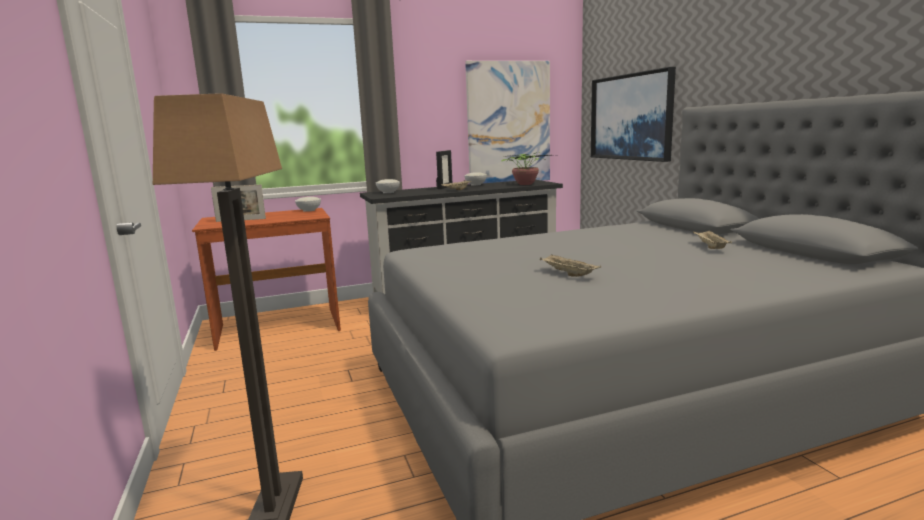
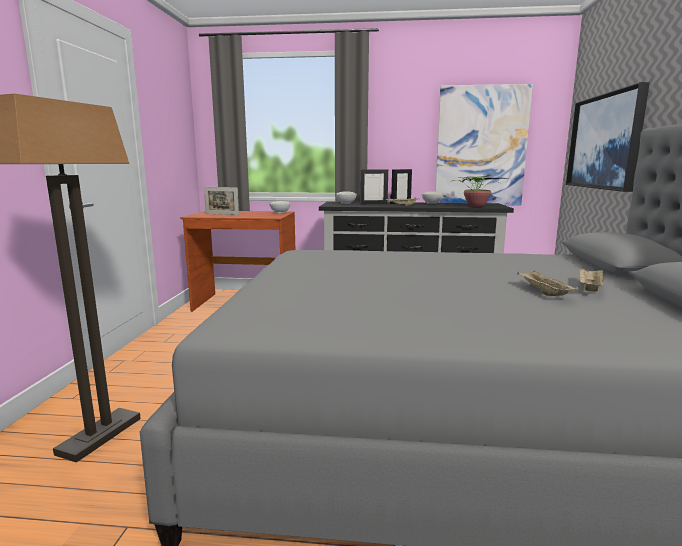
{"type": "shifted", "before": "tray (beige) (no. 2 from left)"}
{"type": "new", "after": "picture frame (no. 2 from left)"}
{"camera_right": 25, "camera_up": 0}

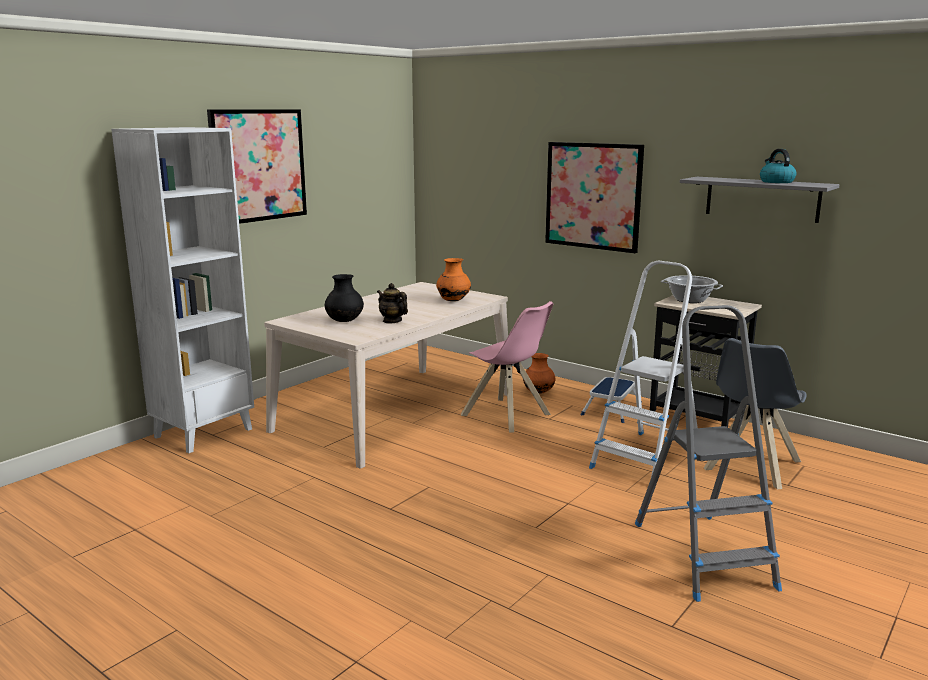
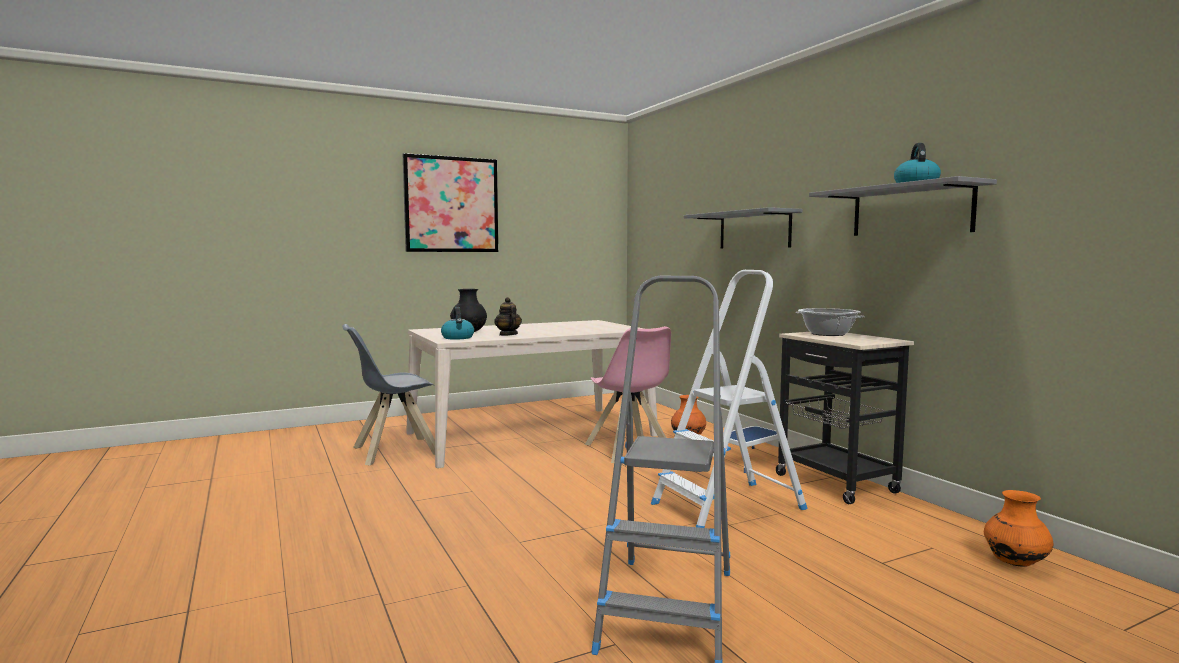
{"type": "gone", "before": "bookcase (white)"}
{"type": "shifted", "before": "vase (orange) (no. 1 from left in the first image)", "after": "vase (orange) (no. 2 from left)"}
{"type": "swapped", "before": "picture (no. 2 from left)", "after": "shelf (grey) (no. 1 from left)"}
{"type": "shifted", "before": "chair (grey)"}
{"type": "new", "after": "kettle (no. 1 from left)"}
{"camera_right": 25, "camera_up": -10}

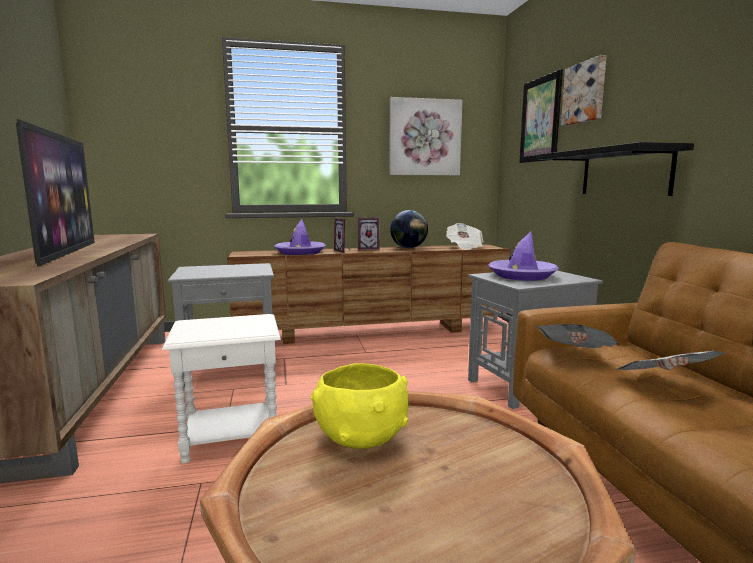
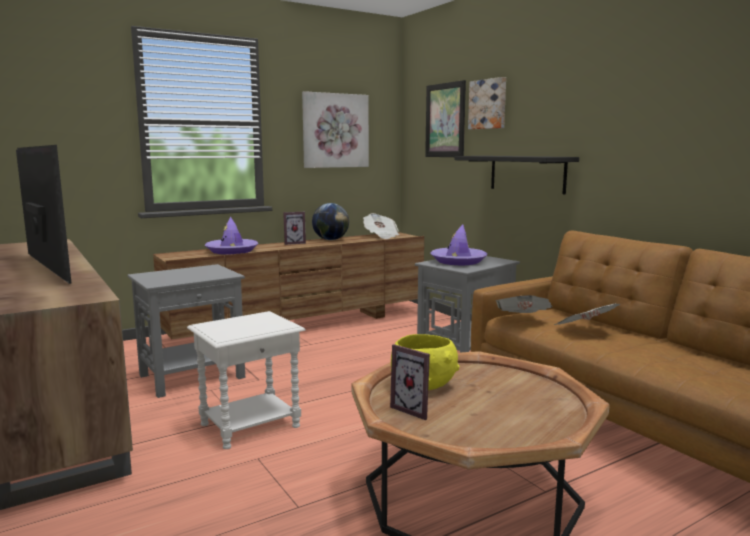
{"type": "shifted", "before": "picture frame (no. 1 from left in the first image)", "after": "picture frame (no. 2 from left)"}
{"camera_right": -20, "camera_up": 0}

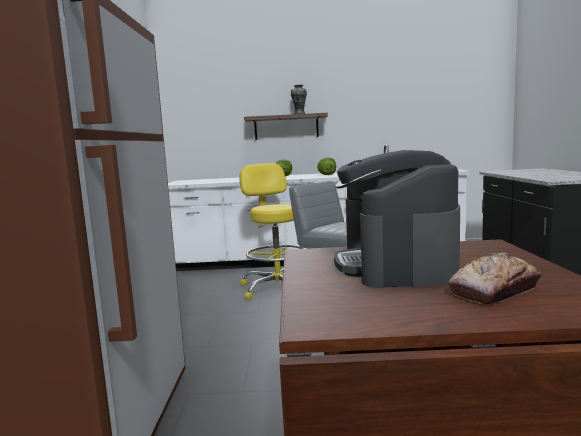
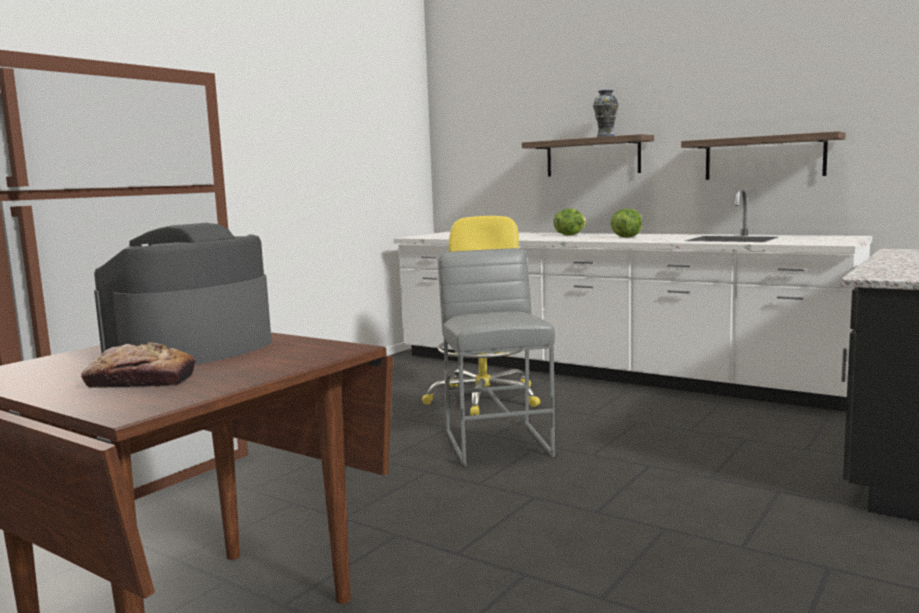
{"type": "new", "after": "shelf (no. 2 from left)"}
{"camera_right": 35, "camera_up": 0}

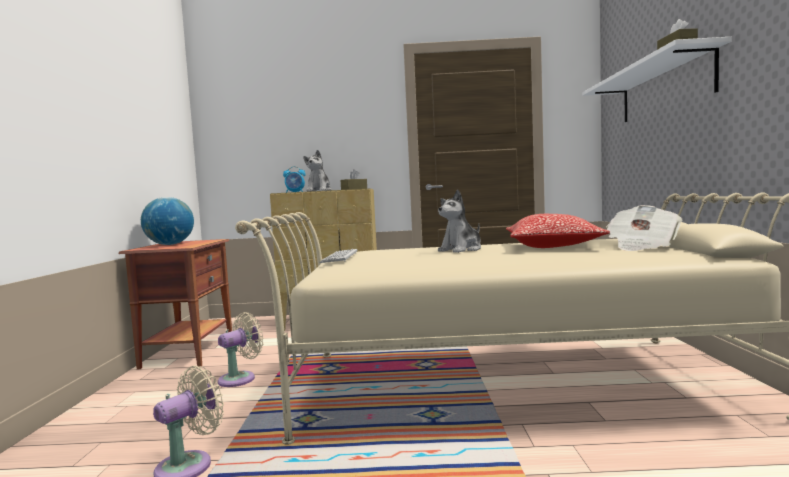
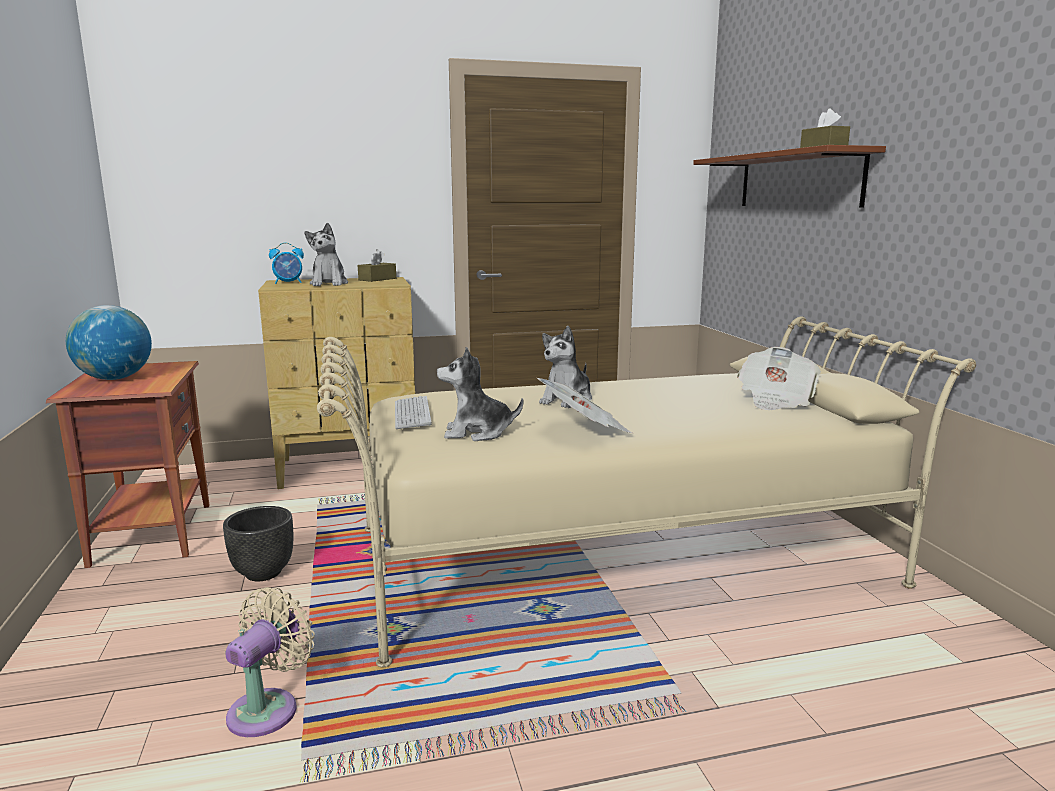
{"type": "swapped", "before": "fan (beige) (no. 2 from left)", "after": "planter (black)"}
{"type": "gone", "before": "pillow"}
{"type": "repainted", "before": "shelf (white)", "after": "shelf (brown)"}
{"type": "new", "after": "plush toy (no. 2 from left)"}
{"type": "new", "after": "newspaper (no. 1 from left)"}
{"camera_right": -15, "camera_up": 10}

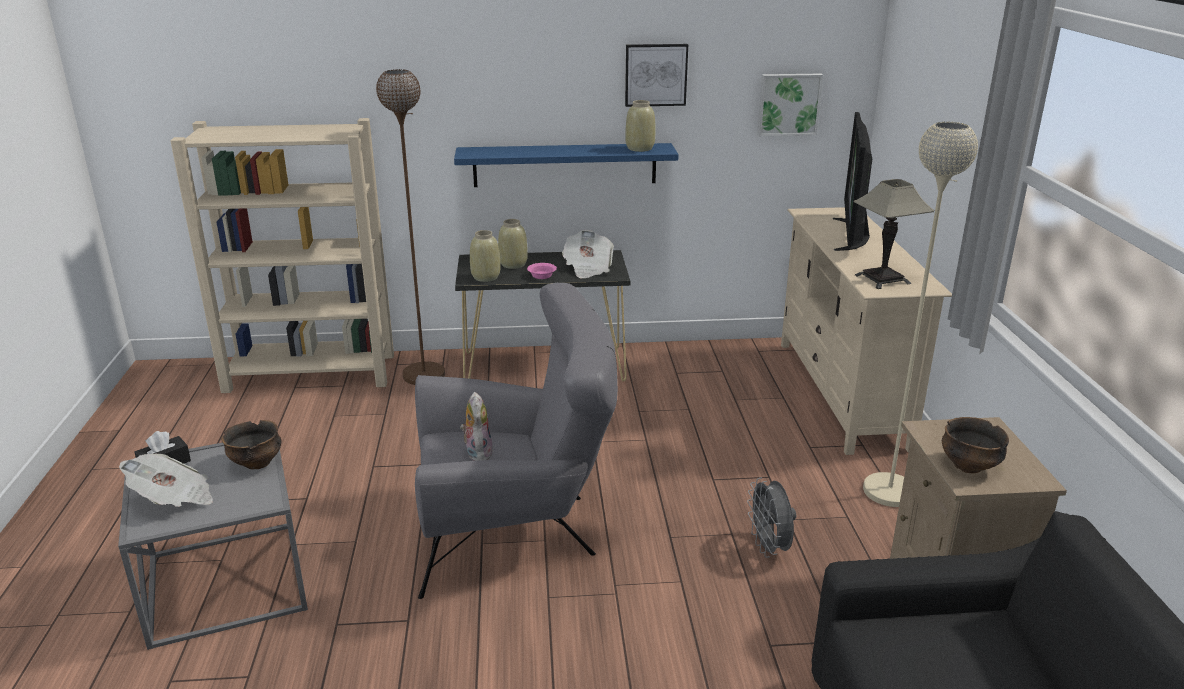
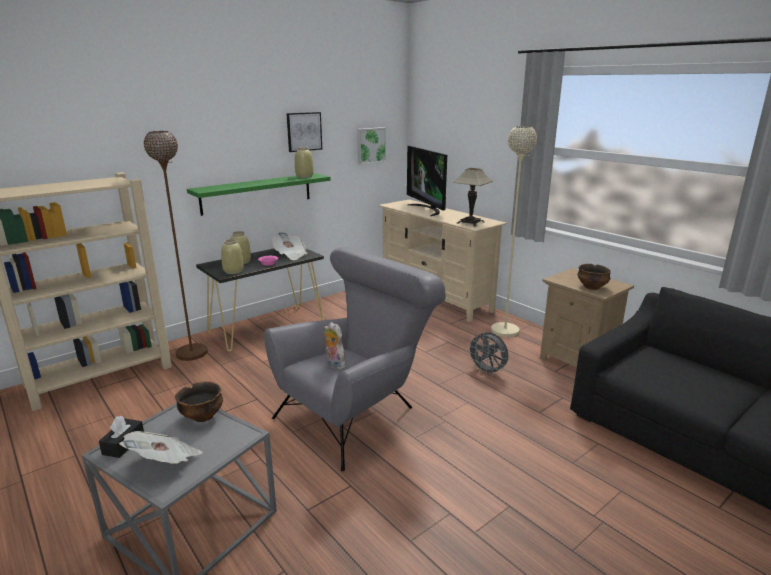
{"type": "repainted", "before": "shelf (blue)", "after": "shelf (green)"}
{"camera_right": -35, "camera_up": -5}

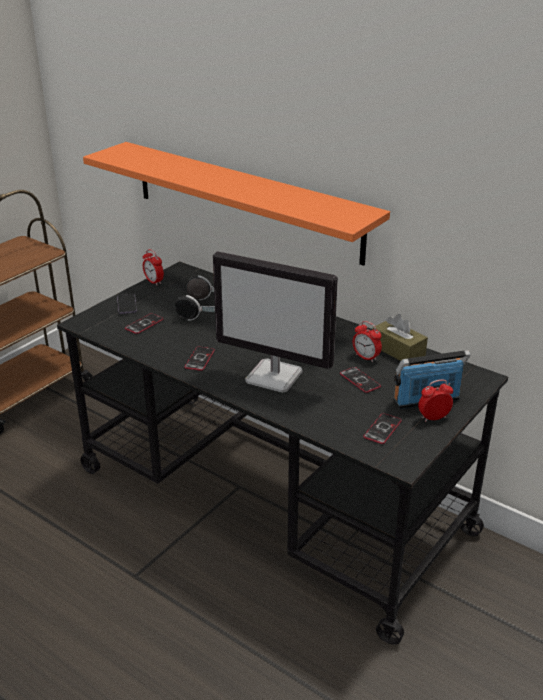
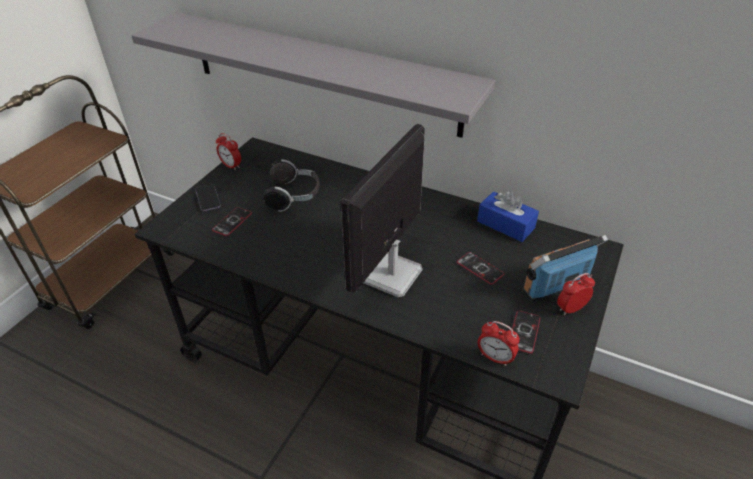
{"type": "repainted", "before": "shelf (orange)", "after": "shelf (grey)"}
{"type": "gone", "before": "phone (no. 3 from left)"}
{"type": "rotated", "before": "monitor", "turn": 105}
{"type": "shifted", "before": "alarm clock (no. 2 from left)"}
{"type": "repainted", "before": "tissue box (brown)", "after": "tissue box (blue)"}
{"camera_right": -10, "camera_up": 10}

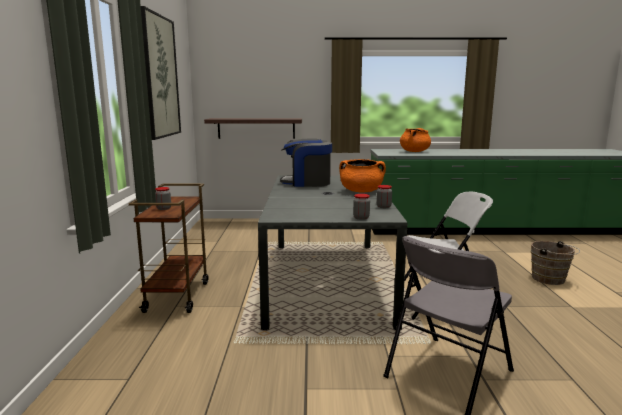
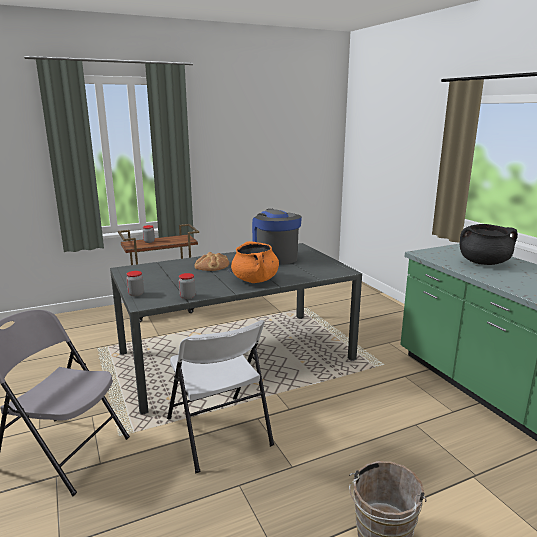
{"type": "gone", "before": "picture"}
{"type": "gone", "before": "shelf"}
{"type": "repainted", "before": "cooking pot (orange) (no. 2 from left)", "after": "cooking pot (black)"}
{"type": "new", "after": "bread"}
{"camera_right": 65, "camera_up": 5}

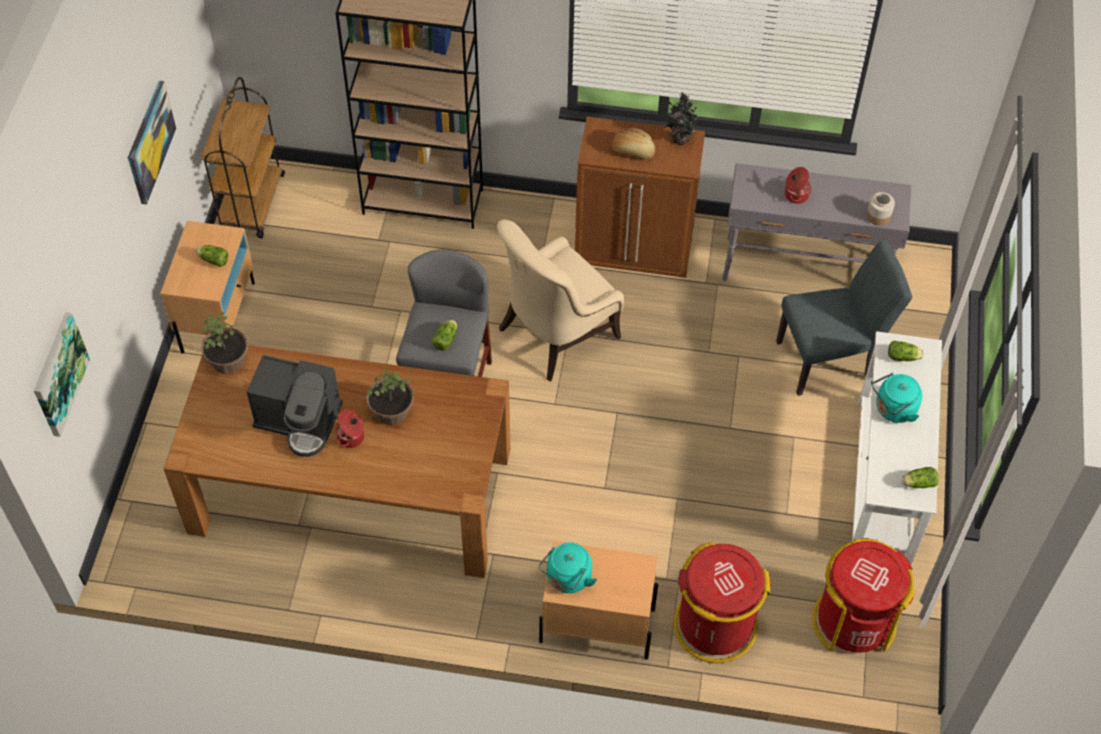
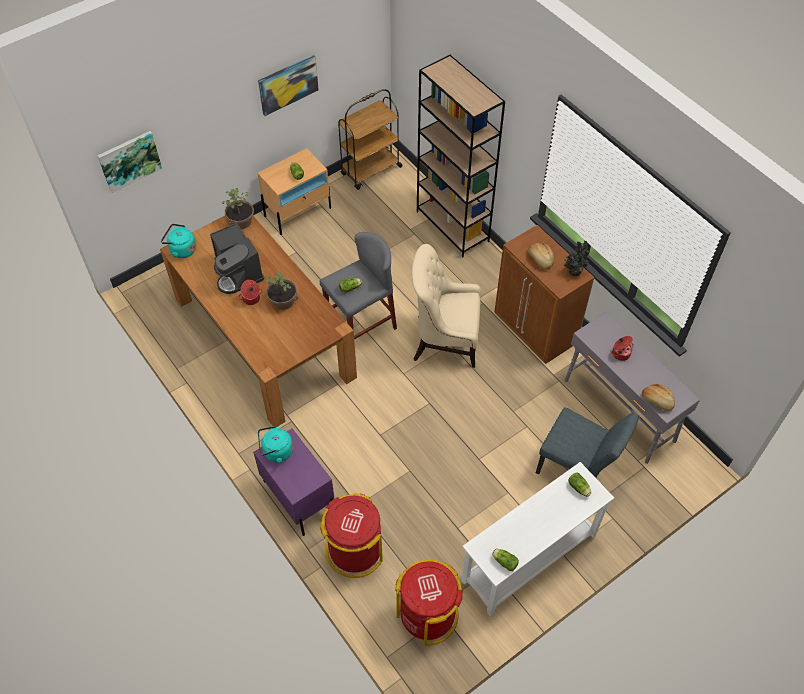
{"type": "repainted", "before": "nightstand (beige) (no. 2 from left)", "after": "nightstand (purple)"}
{"type": "swapped", "before": "jar", "after": "bread (no. 2 from left)"}
{"type": "shifted", "before": "kettle (turquoise) (no. 2 from left in the first image)", "after": "kettle (turquoise) (no. 1 from left)"}
{"camera_right": 45, "camera_up": 0}

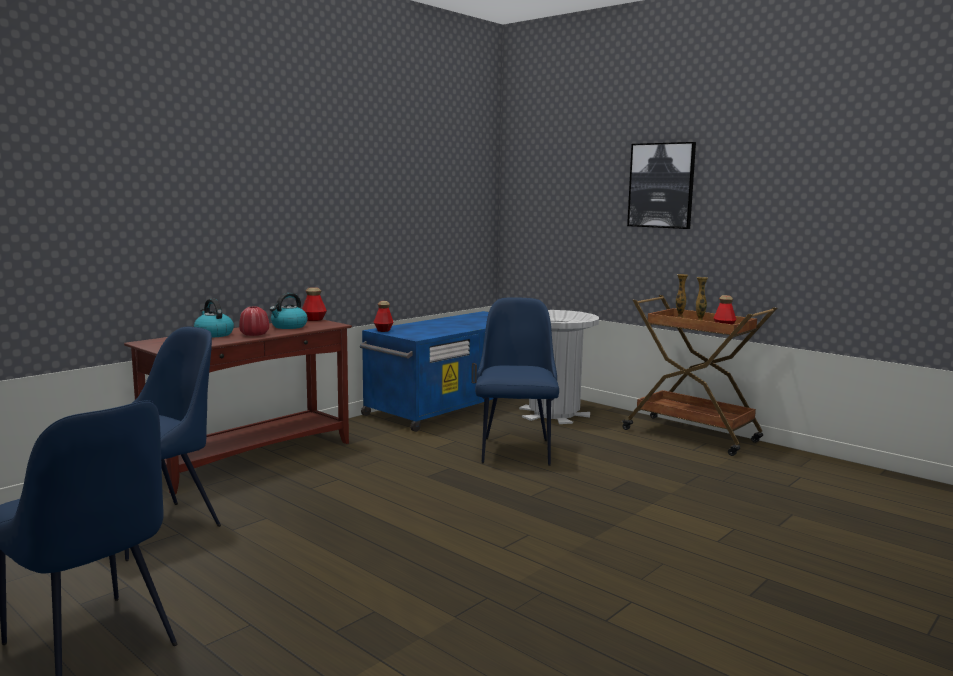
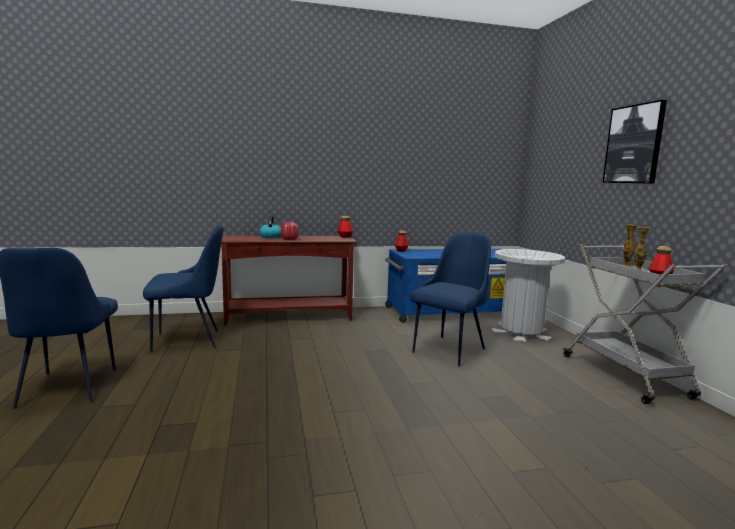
{"type": "gone", "before": "kettle (no. 2 from left)"}
{"type": "repainted", "before": "cart (brown)", "after": "cart (grey)"}
{"camera_right": 35, "camera_up": 0}

